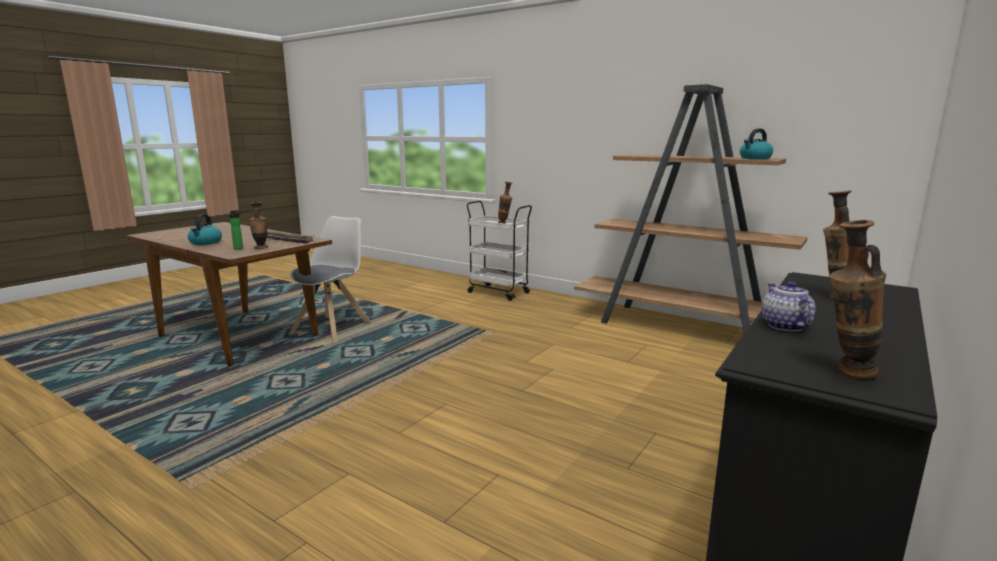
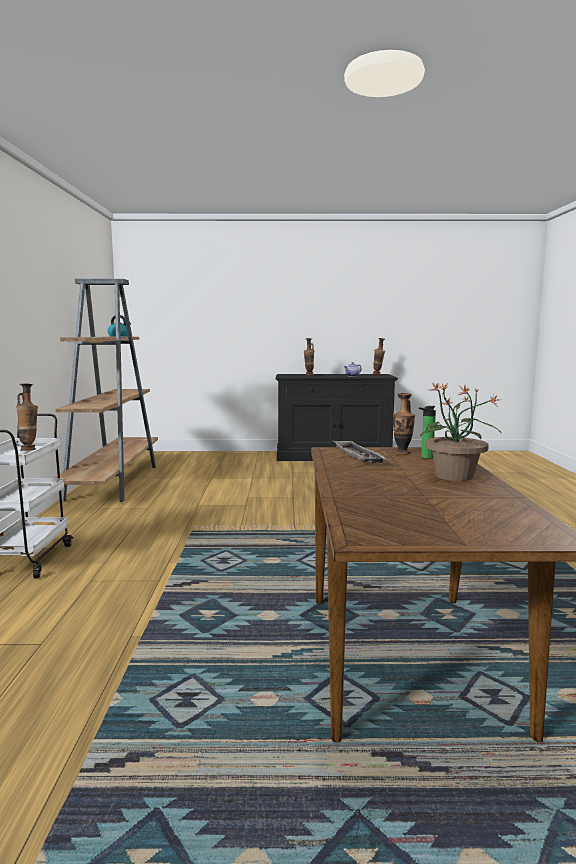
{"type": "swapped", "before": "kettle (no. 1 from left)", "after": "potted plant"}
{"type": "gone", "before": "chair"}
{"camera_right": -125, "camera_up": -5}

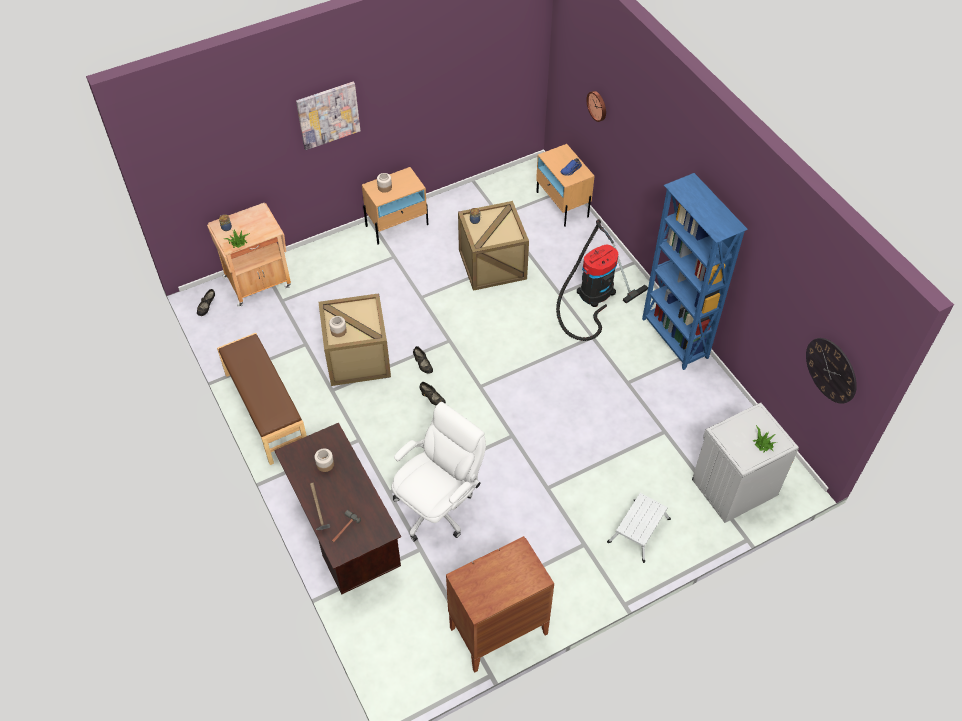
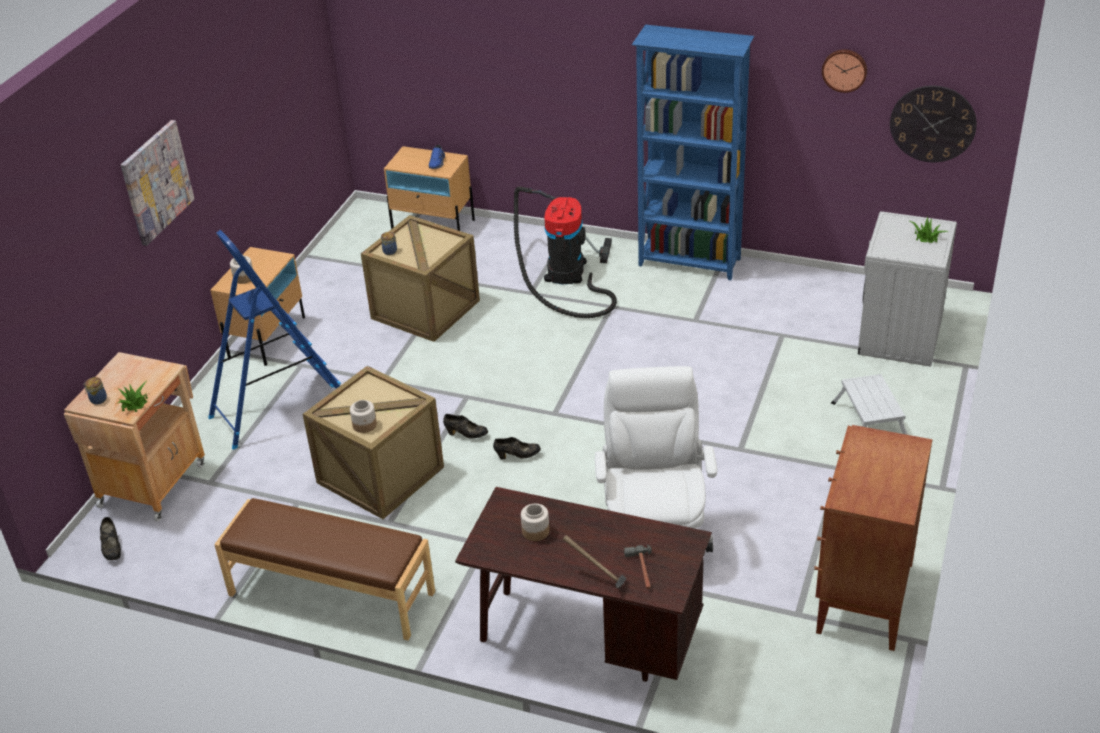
{"type": "shifted", "before": "wall clock (no. 1 from left)"}
{"type": "new", "after": "step ladder (blue)"}
{"camera_right": -40, "camera_up": -15}

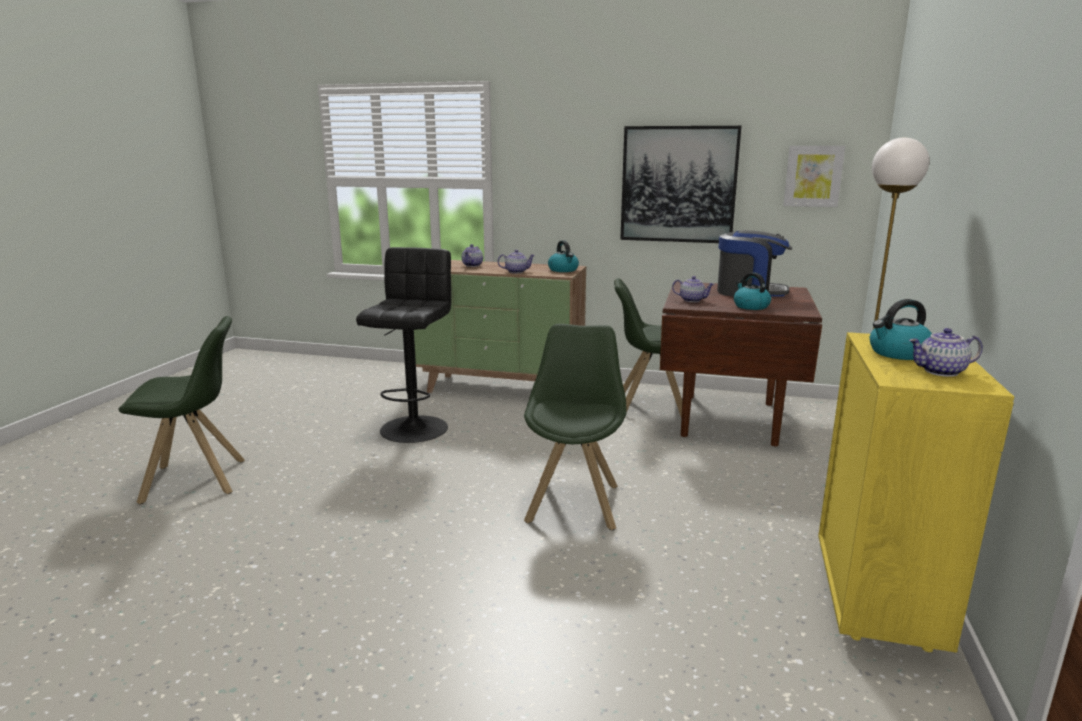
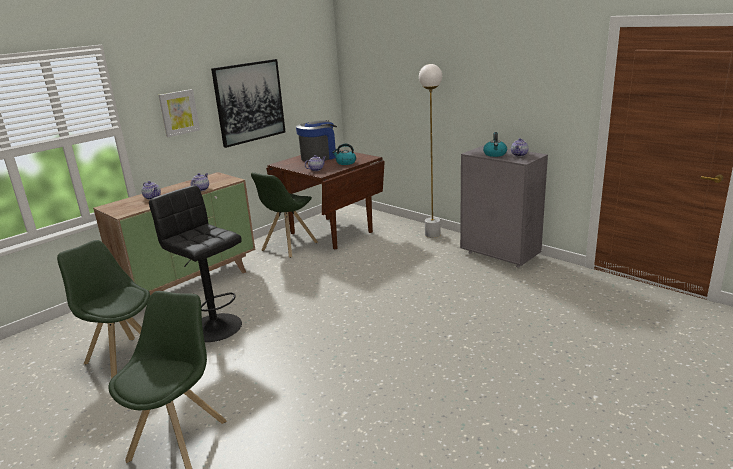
{"type": "shifted", "before": "chair (green) (no. 2 from left in the first image)", "after": "chair (green) (no. 1 from left)"}
{"type": "gone", "before": "kettle (no. 1 from left)"}
{"type": "shifted", "before": "picture (no. 2 from left in the first image)", "after": "picture (no. 1 from left)"}
{"type": "repainted", "before": "cabinet (yellow)", "after": "cabinet (grey)"}
{"camera_right": -60, "camera_up": 5}

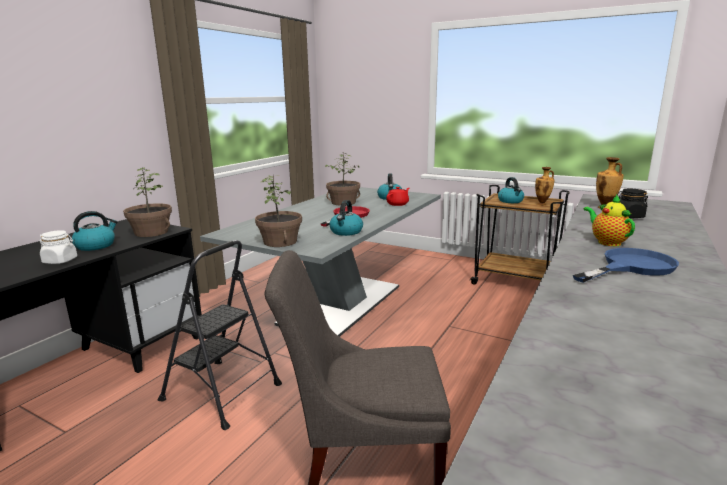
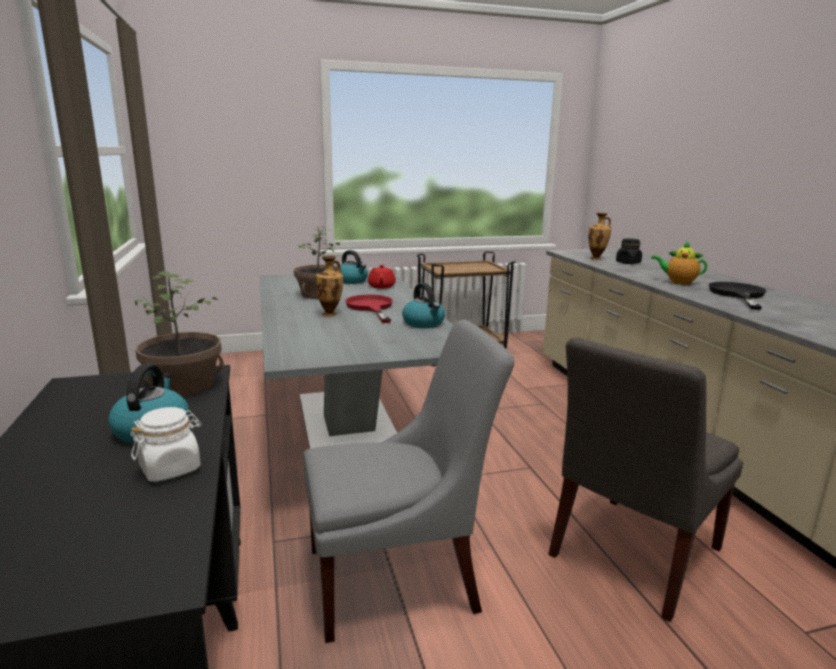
{"type": "swapped", "before": "step ladder (black)", "after": "chair (grey) (no. 1 from left)"}
{"type": "gone", "before": "potted plant (no. 2 from left)"}
{"type": "gone", "before": "kettle (no. 4 from left)"}
{"type": "shifted", "before": "vase (no. 1 from left)"}
{"type": "repainted", "before": "frying pan (blue)", "after": "frying pan (black)"}
{"camera_right": -45, "camera_up": 0}

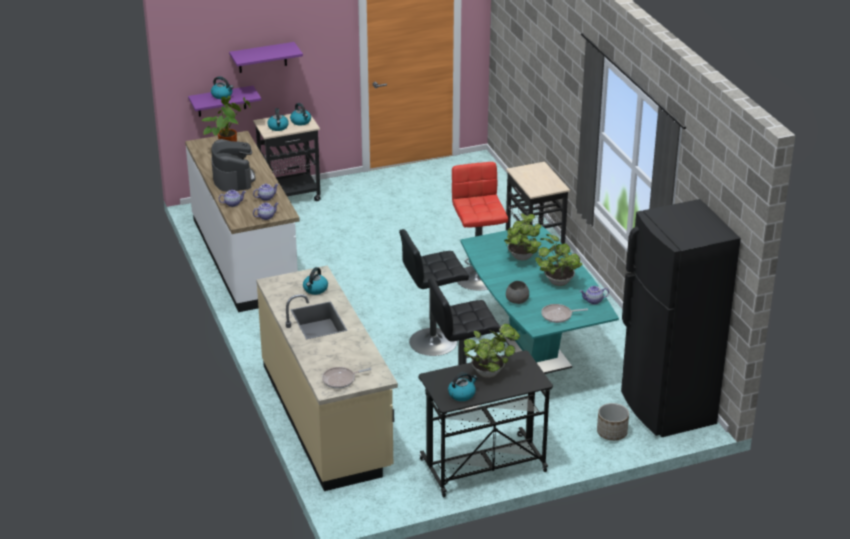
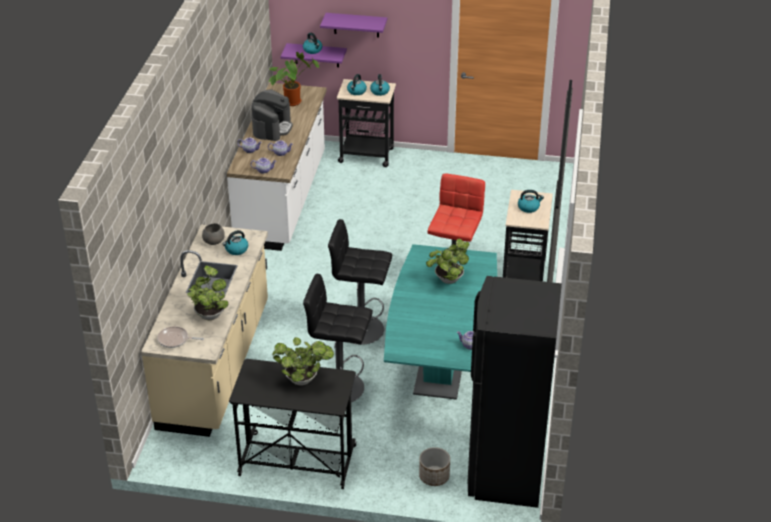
{"type": "shifted", "before": "kettle (no. 5 from left)"}
{"type": "shifted", "before": "bowl (grey)"}
{"type": "shifted", "before": "potted plant (no. 4 from left in the first image)", "after": "potted plant (no. 1 from left)"}
{"type": "gone", "before": "frying pan (no. 2 from left)"}
{"camera_right": 30, "camera_up": 5}

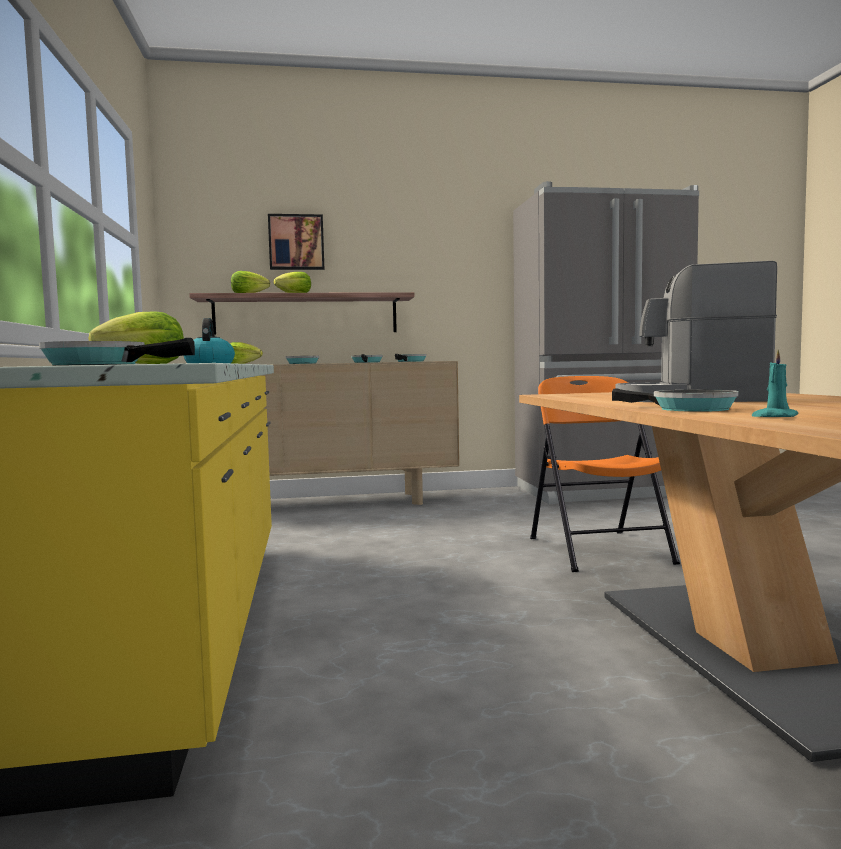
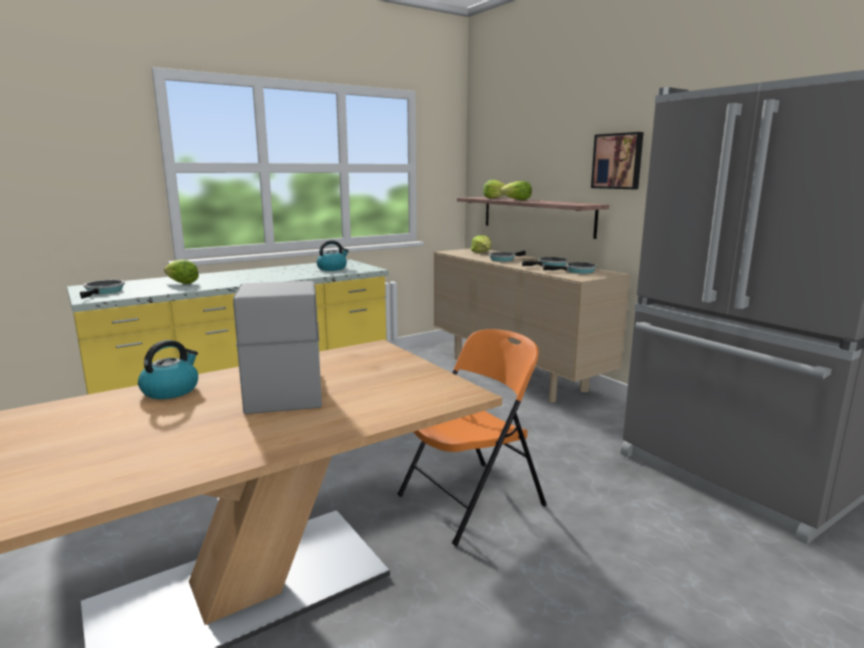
{"type": "shifted", "before": "picture"}
{"type": "swapped", "before": "frying pan (no. 5 from left)", "after": "kettle (no. 1 from left)"}
{"type": "gone", "before": "candle (turquoise)"}
{"camera_right": 65, "camera_up": 10}

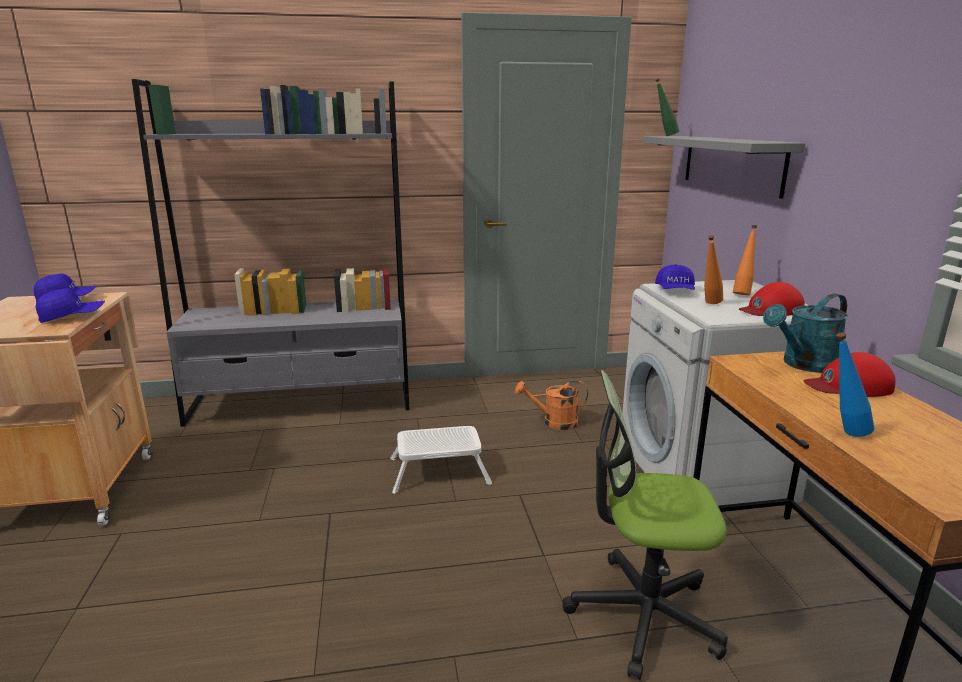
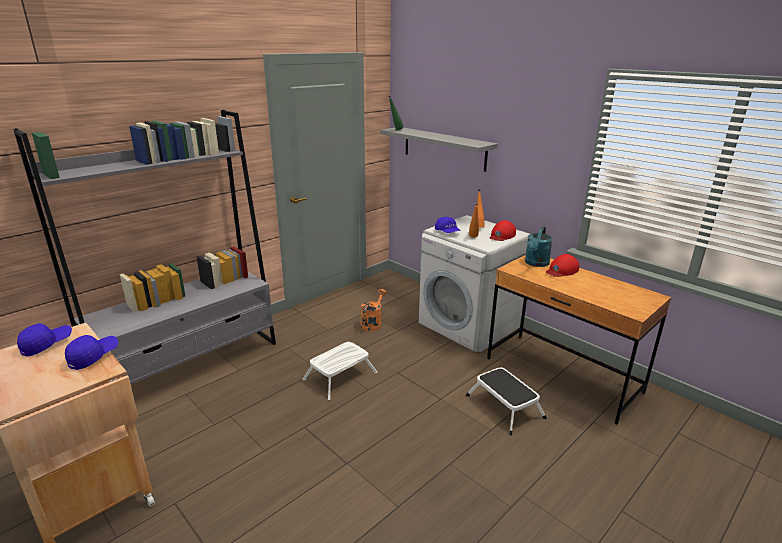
{"type": "rotated", "before": "watering can (orange)", "turn": 150}
{"type": "swapped", "before": "office chair", "after": "step ladder (black)"}
{"type": "gone", "before": "bottle (blue)"}
{"camera_right": -35, "camera_up": 5}

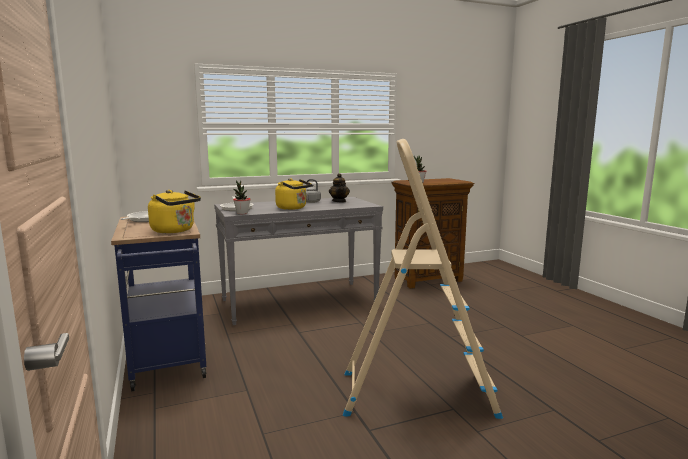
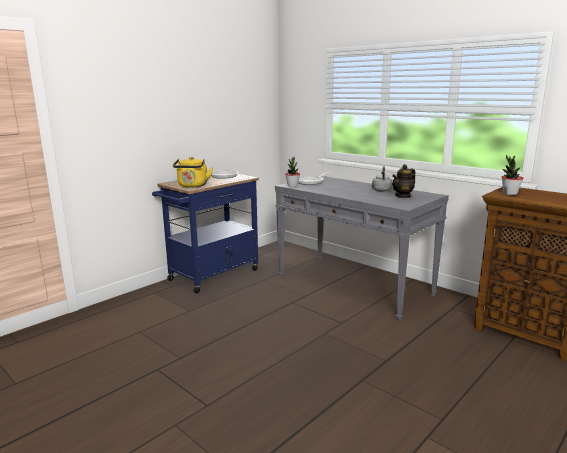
{"type": "gone", "before": "kettle (yellow) (no. 2 from left)"}
{"type": "gone", "before": "step ladder (beige)"}
{"camera_right": 65, "camera_up": 5}

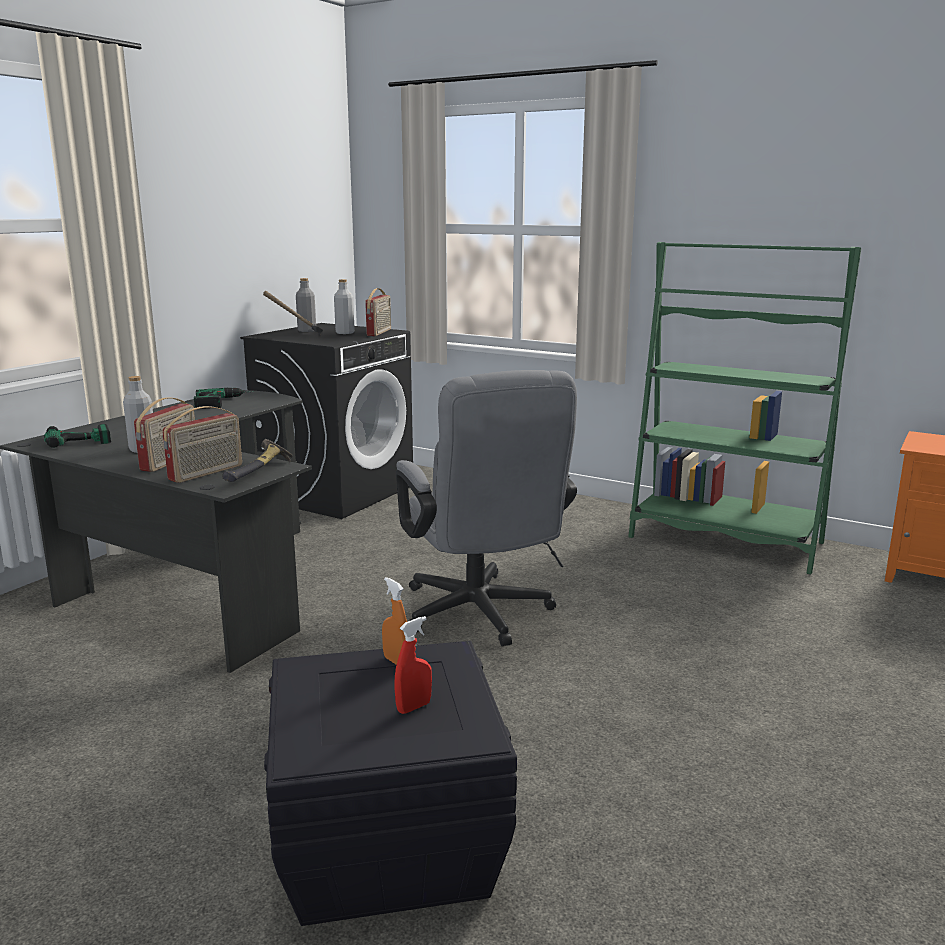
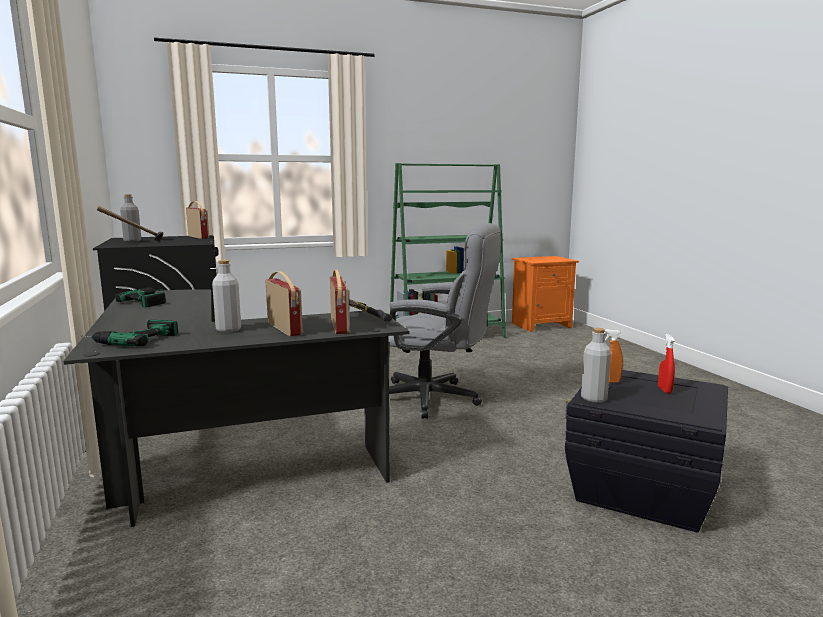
{"type": "shifted", "before": "bottle (grey) (no. 3 from left)"}
{"camera_right": -50, "camera_up": -5}

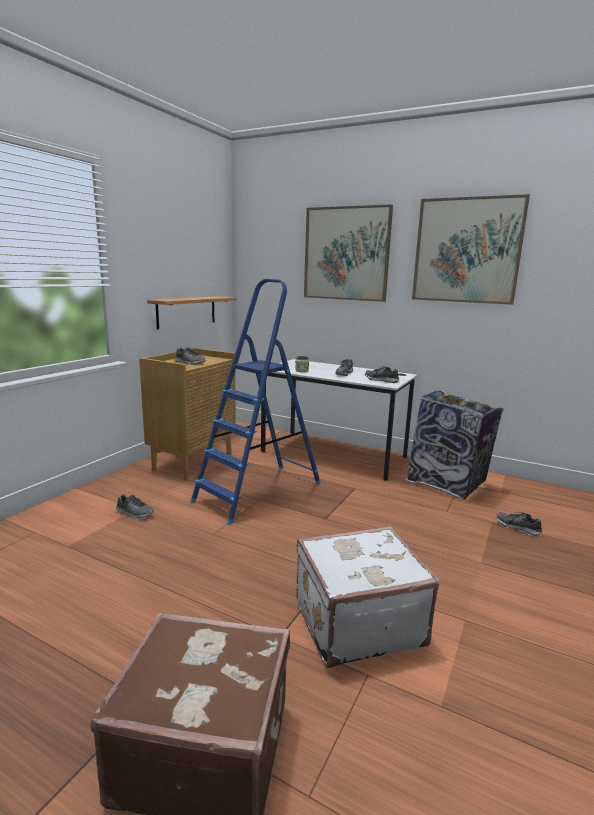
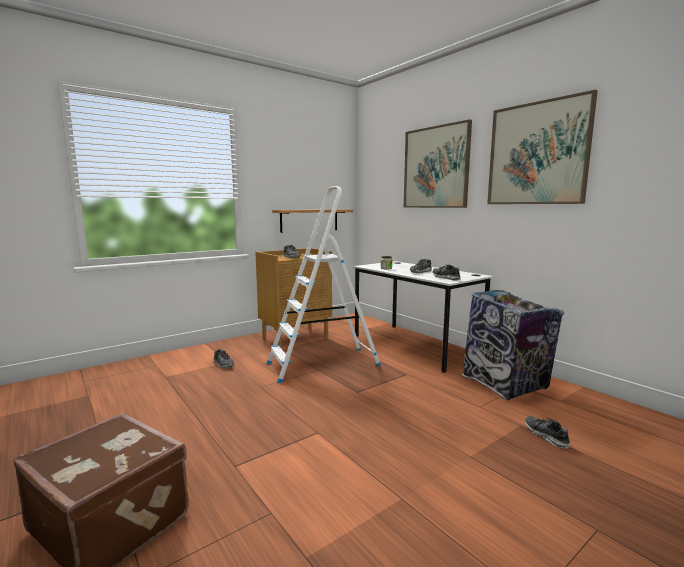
{"type": "repainted", "before": "step ladder (blue)", "after": "step ladder (white)"}
{"type": "gone", "before": "suitcase (white)"}
{"camera_right": 25, "camera_up": -5}

